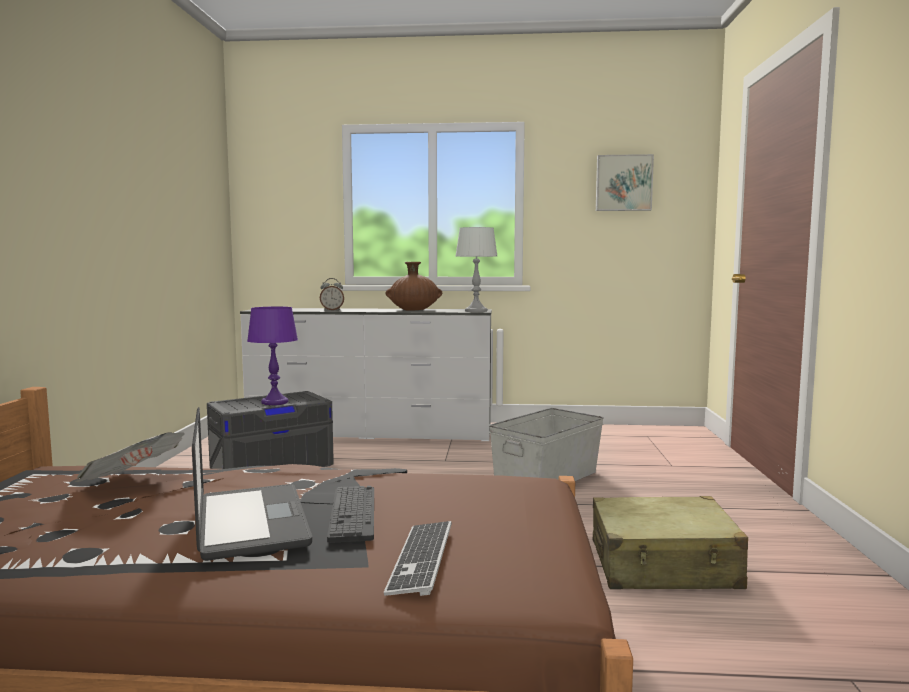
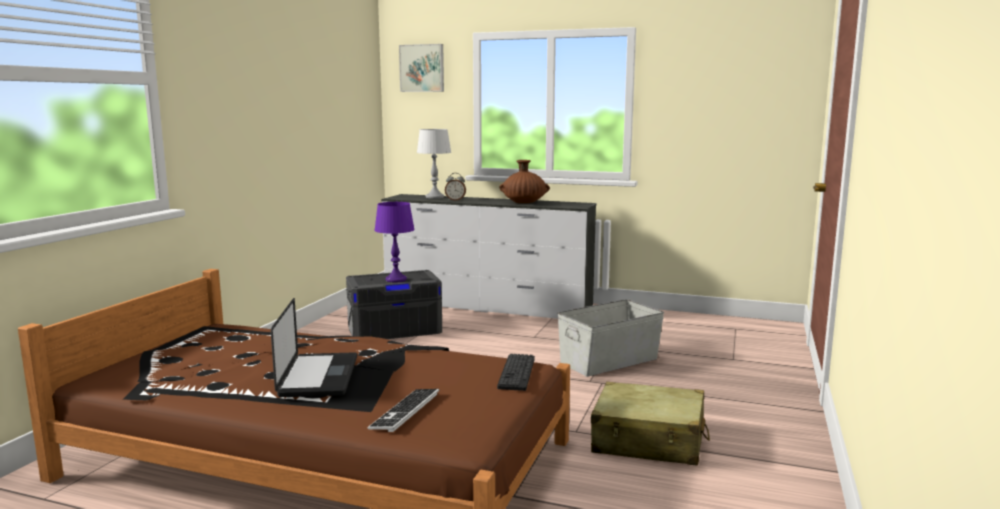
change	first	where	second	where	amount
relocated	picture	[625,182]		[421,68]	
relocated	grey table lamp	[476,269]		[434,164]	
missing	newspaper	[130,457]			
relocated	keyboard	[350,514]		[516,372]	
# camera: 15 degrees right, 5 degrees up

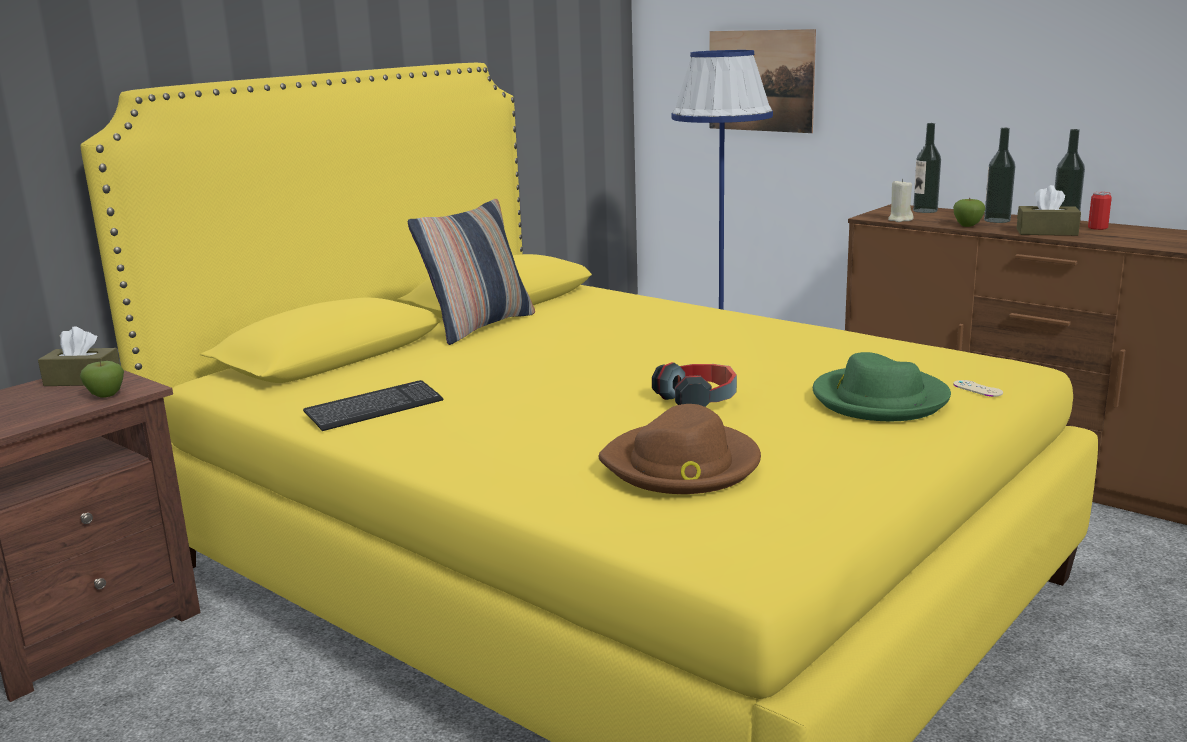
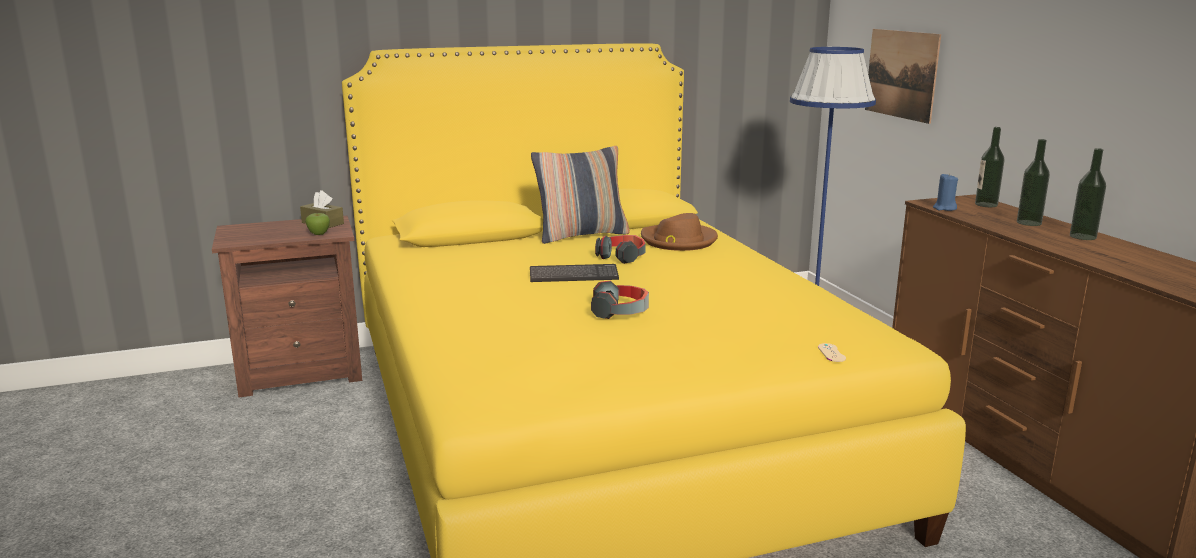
change	first	where	second	where	amount
colour	beige candle	[900,200]	blue candle	[945,192]	
missing	brown tissue box	[1049,210]			
missing	can	[1100,211]			
missing	apple	[969,212]			
missing	green hat	[882,386]			
relocated	keyboard	[373,405]		[574,273]	
relocated	brown hat	[679,449]		[679,232]	
appeared			headphones	[620,249]	
# camera: 30 degrees right, 0 degrees up

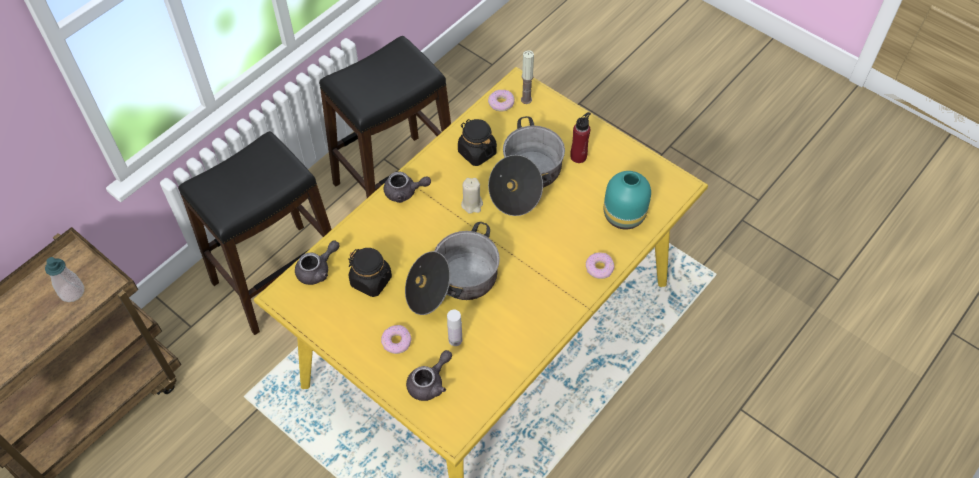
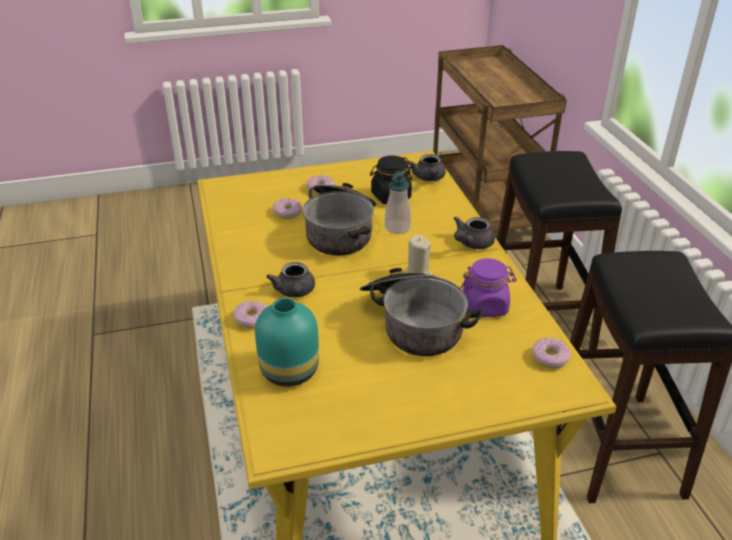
change	first	where	second	where	amount
missing	candle	[527,77]			
missing	red bottle	[580,137]			
colour	black jar	[477,142]	purple jar	[489,287]	
relocated	soap dispenser	[64,279]		[398,203]	
exchanged	white bottle	[454,328]	donut	[287,208]	
relocated	grey teapot	[429,375]		[291,279]	
# camera: 125 degrees right, 20 degrees down

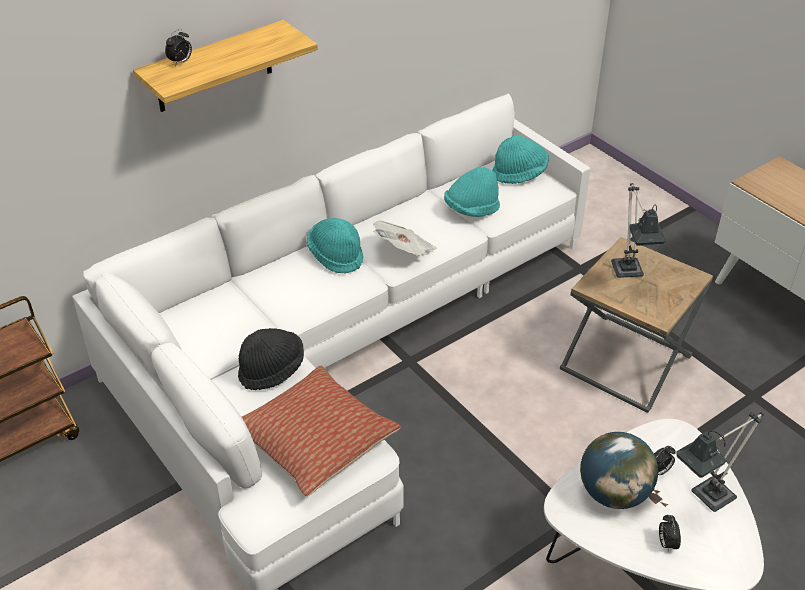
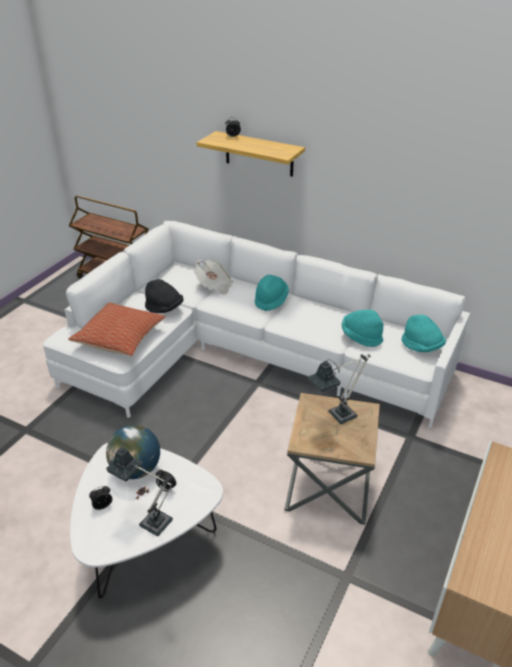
change	first	where	second	where	amount
relocated	newspaper	[405,238]		[213,277]	
# camera: 65 degrees right, 5 degrees down

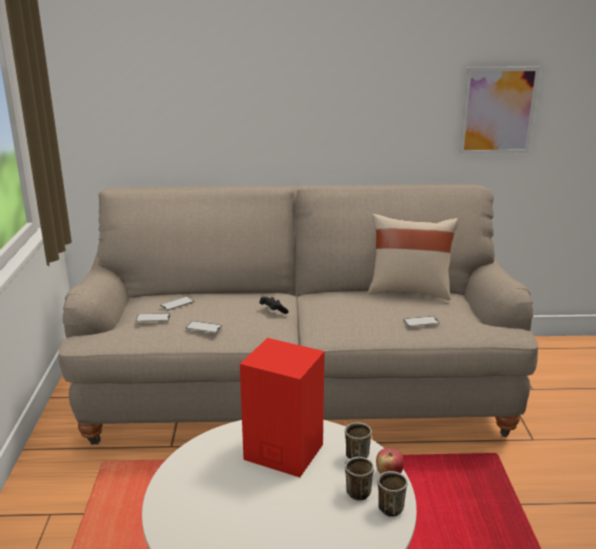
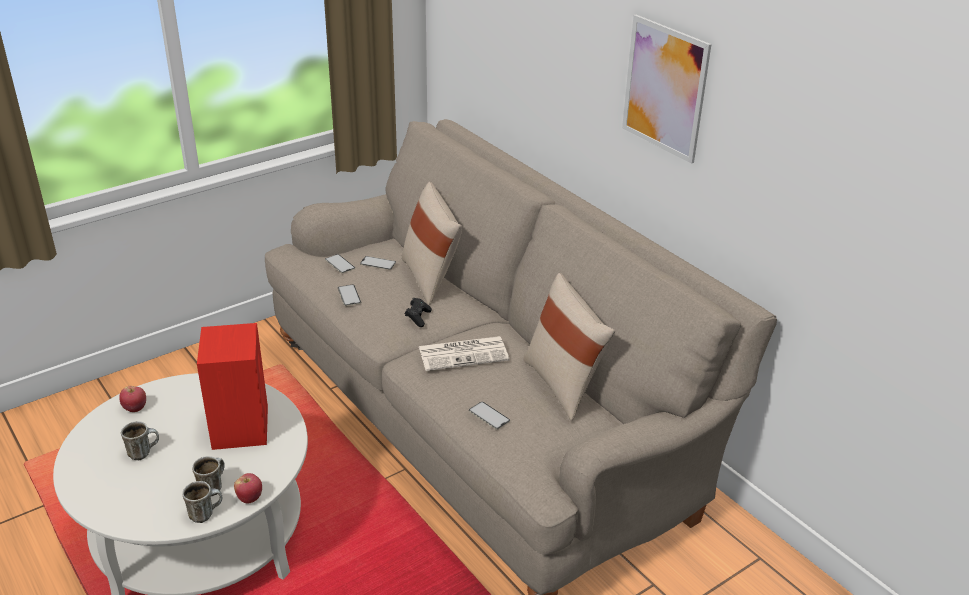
change	first	where	second	where	amount
relocated	picture	[499,110]		[666,89]	
relocated	mug	[358,440]		[140,440]	
appeared			beige pillow	[432,244]	
appeared			newspaper	[464,353]	
appeared			apple	[132,399]	
# camera: 55 degrees right, 10 degrees up

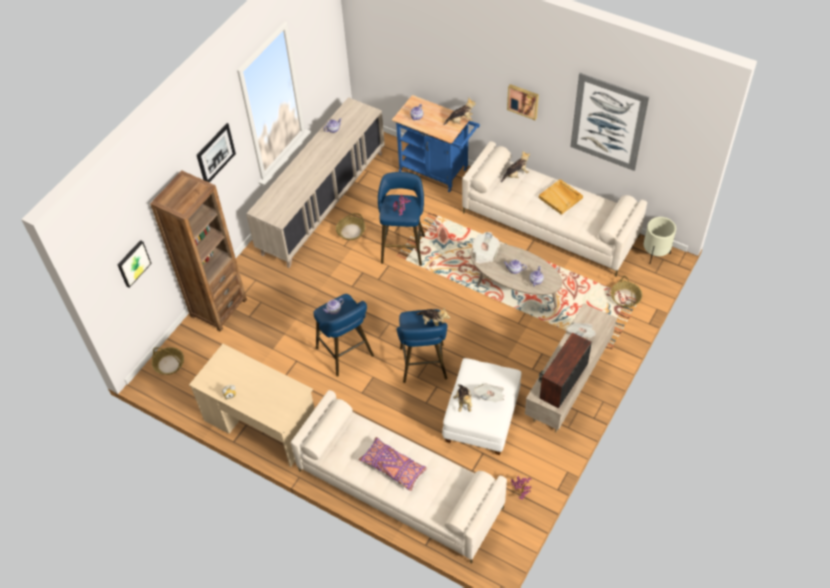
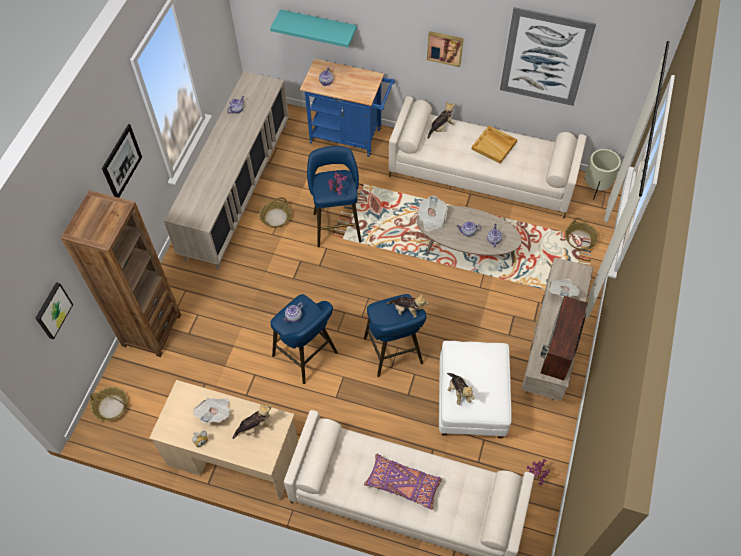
change	first	where	second	where	amount
relocated	plush toy	[459,111]		[252,421]	
relocated	newspaper	[489,392]		[212,410]	
appeared			turquoise shelf	[313,28]	
# camera: 15 degrees left, 5 degrees up

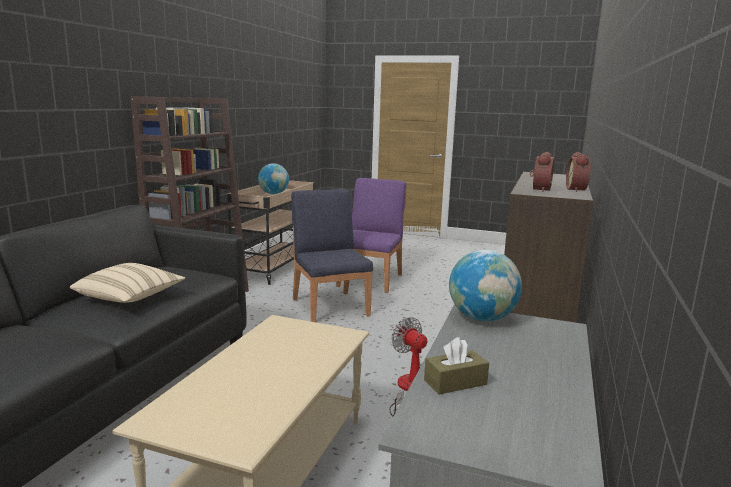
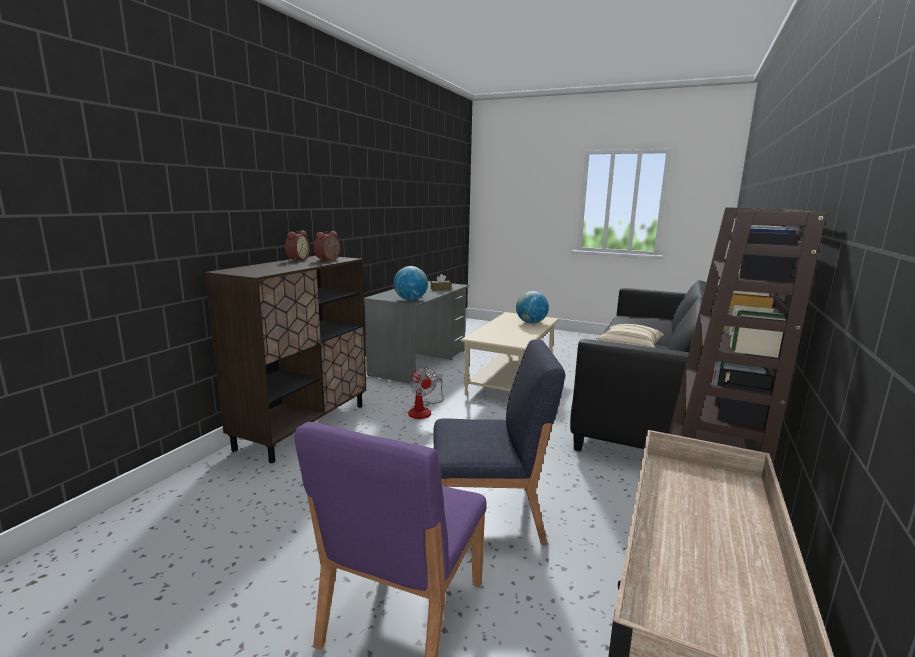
change	first	where	second	where	amount
relocated	globe	[273,178]		[532,307]	
spun	blue chair	[332,255]		[499,441]	75 degrees counterclockwise
# camera: 175 degrees left, 0 degrees up

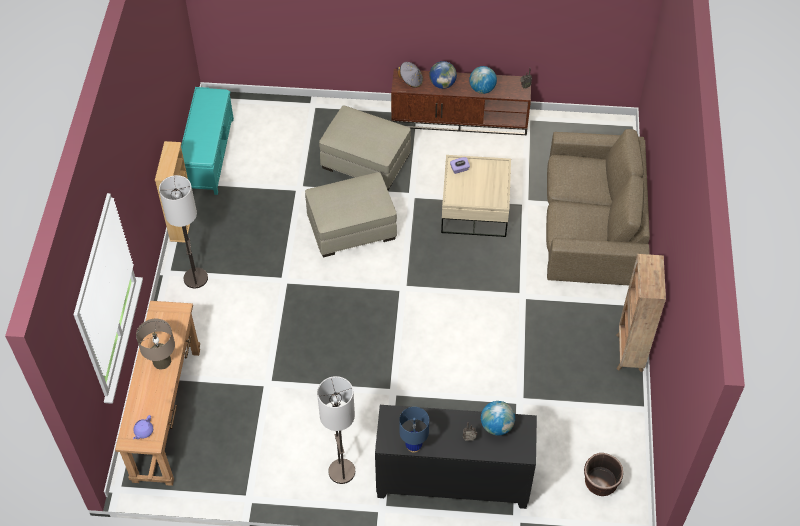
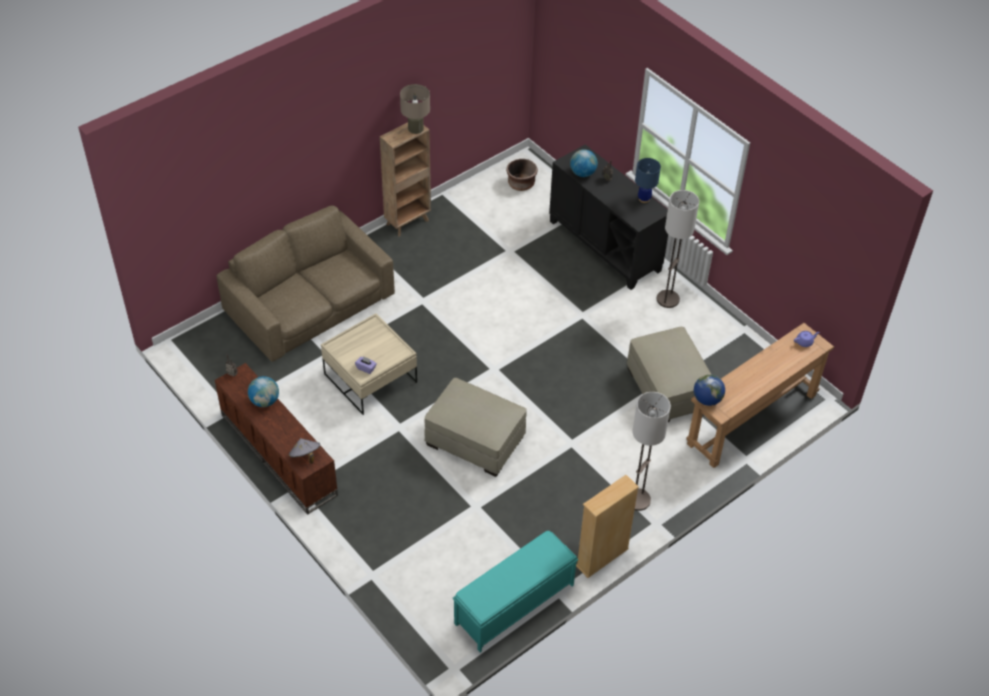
change	first	where	second	where	amount
relocated	globe	[443,75]		[709,390]	
relocated	beige ottoman	[365,148]		[669,374]	
relocated	beige table lamp	[155,344]		[415,109]	
# camera: 135 degrees left, 5 degrees down

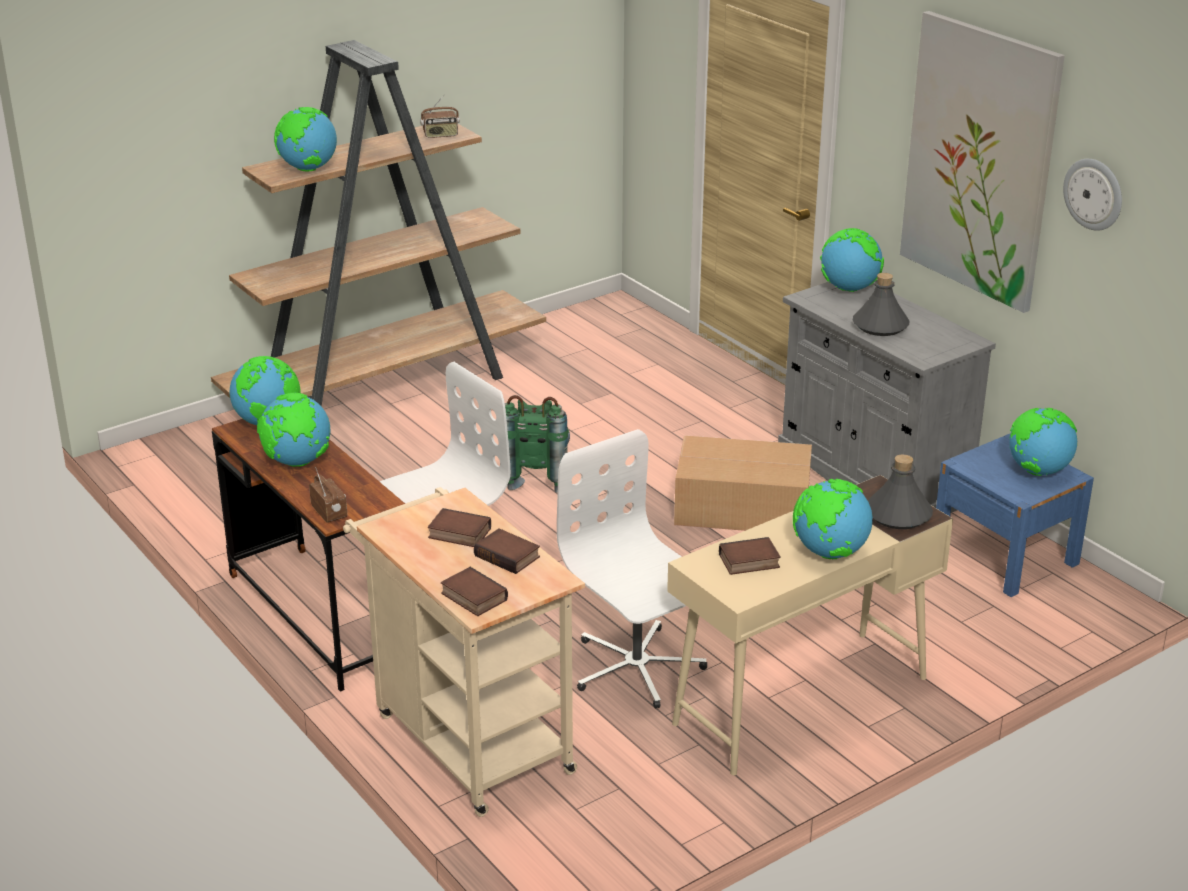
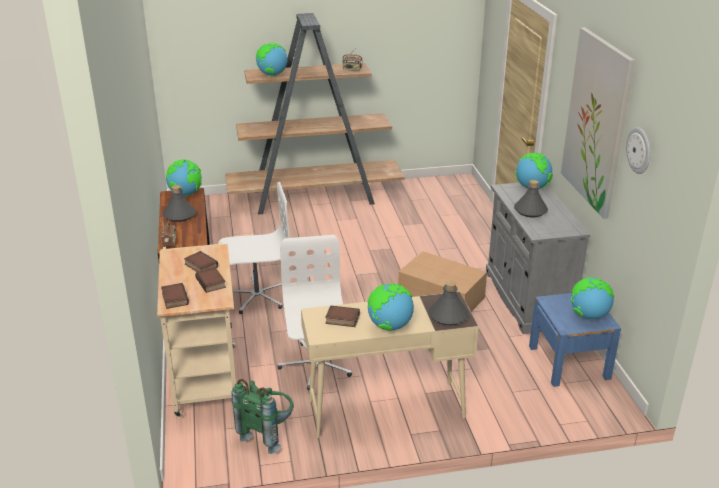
change	first	where	second	where	amount
exchanged	globe	[293,430]	grey bottle	[179,203]	
relocated	green backpack	[537,443]		[262,416]	
# camera: 25 degrees right, 0 degrees up

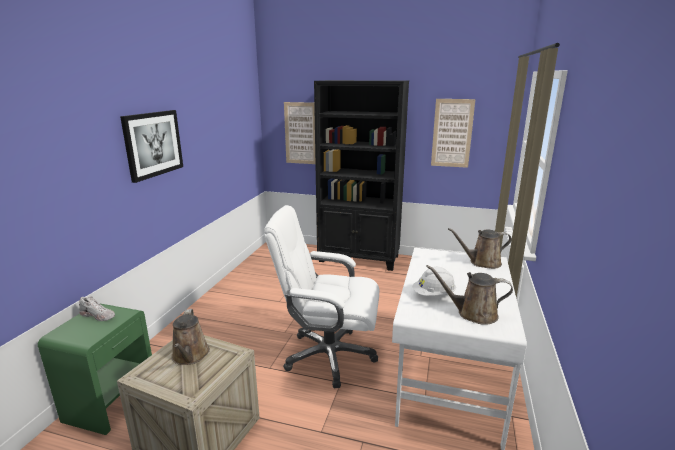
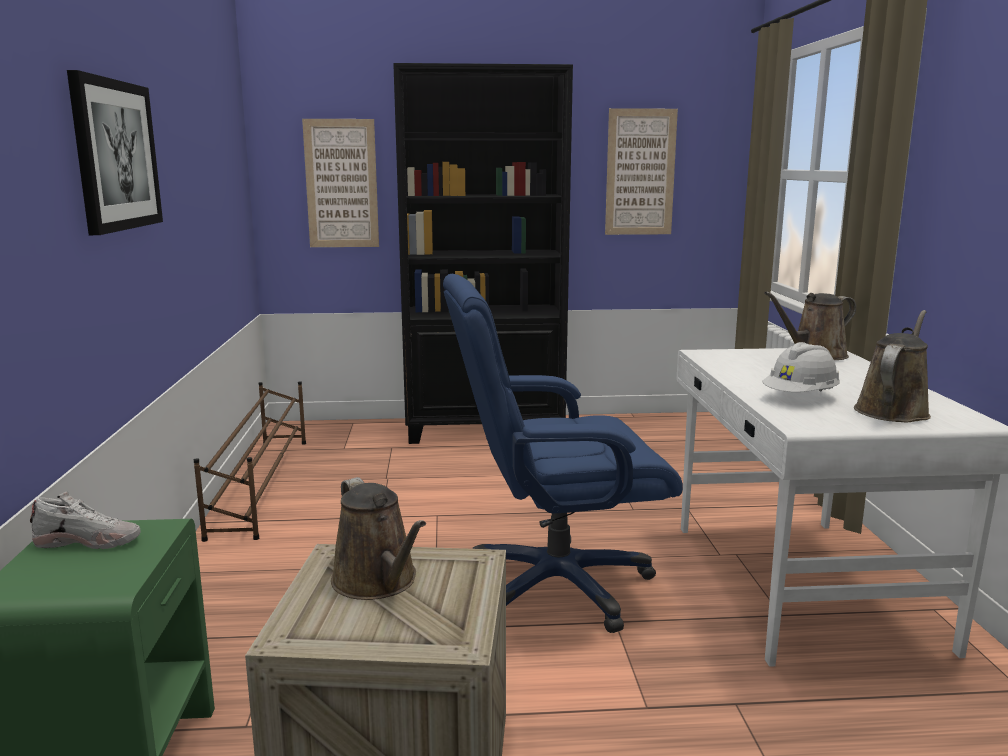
change	first	where	second	where	amount
colour	white office chair	[321,296]	blue office chair	[563,453]	
spun	brown watering can	[469,295]		[892,366]	135 degrees clockwise
appeared			brown shoe rack	[250,461]	
# camera: 20 degrees left, 5 degrees down

